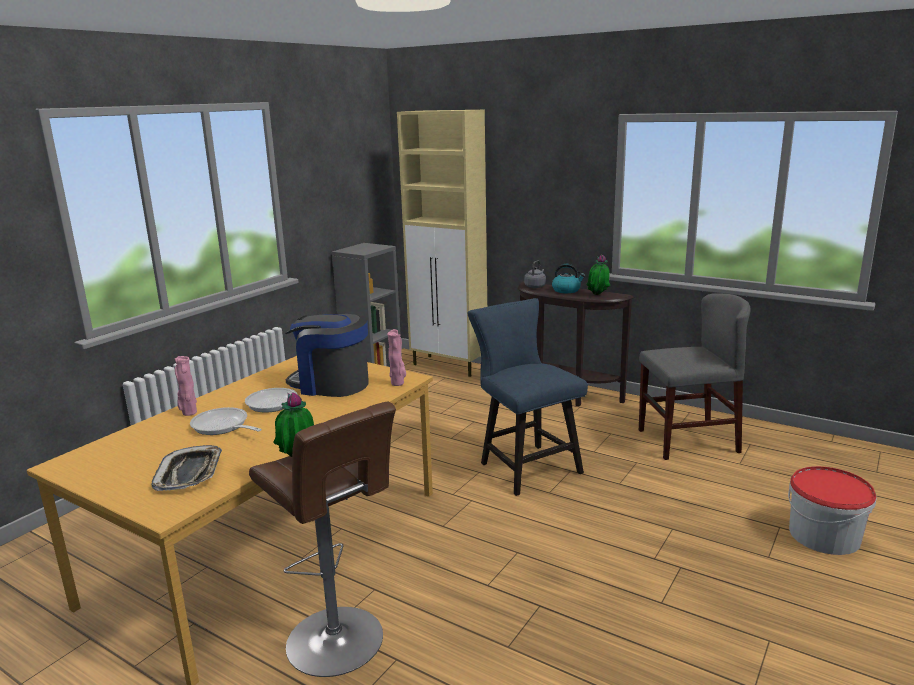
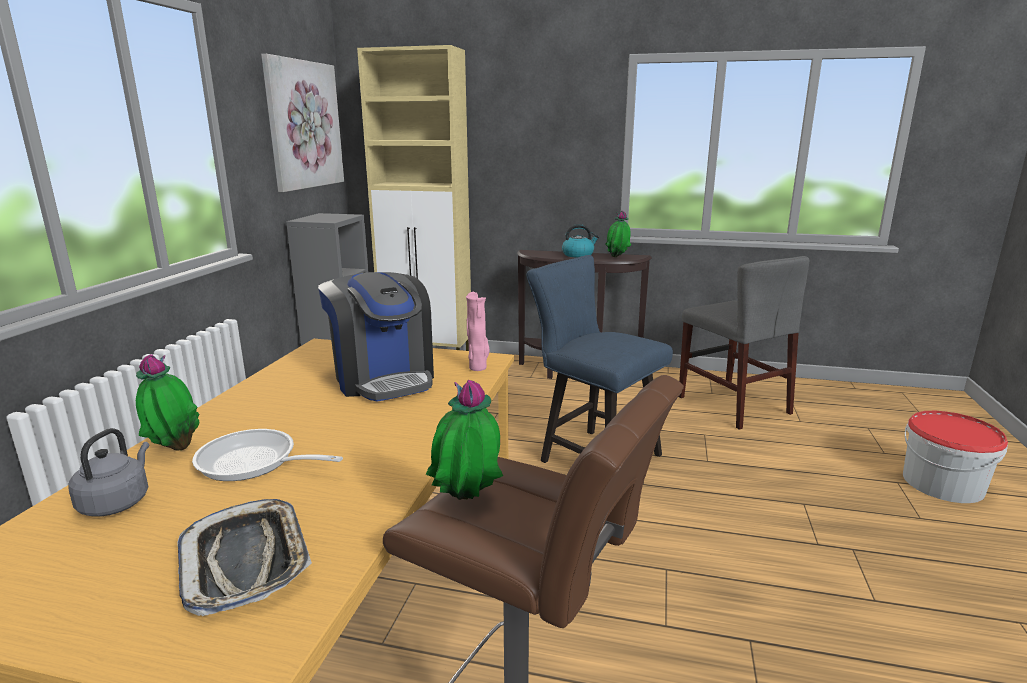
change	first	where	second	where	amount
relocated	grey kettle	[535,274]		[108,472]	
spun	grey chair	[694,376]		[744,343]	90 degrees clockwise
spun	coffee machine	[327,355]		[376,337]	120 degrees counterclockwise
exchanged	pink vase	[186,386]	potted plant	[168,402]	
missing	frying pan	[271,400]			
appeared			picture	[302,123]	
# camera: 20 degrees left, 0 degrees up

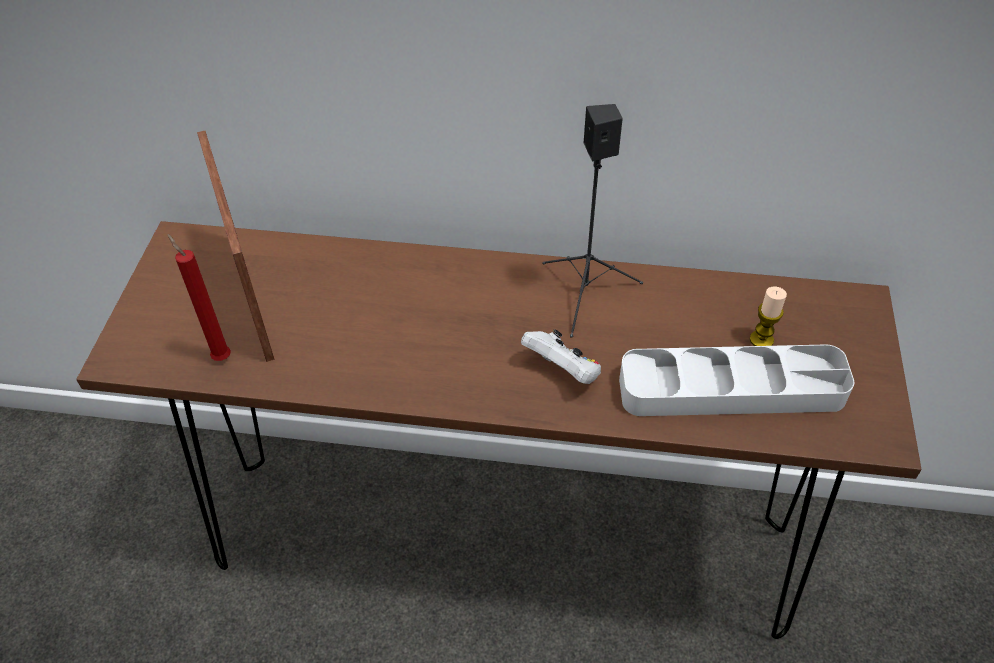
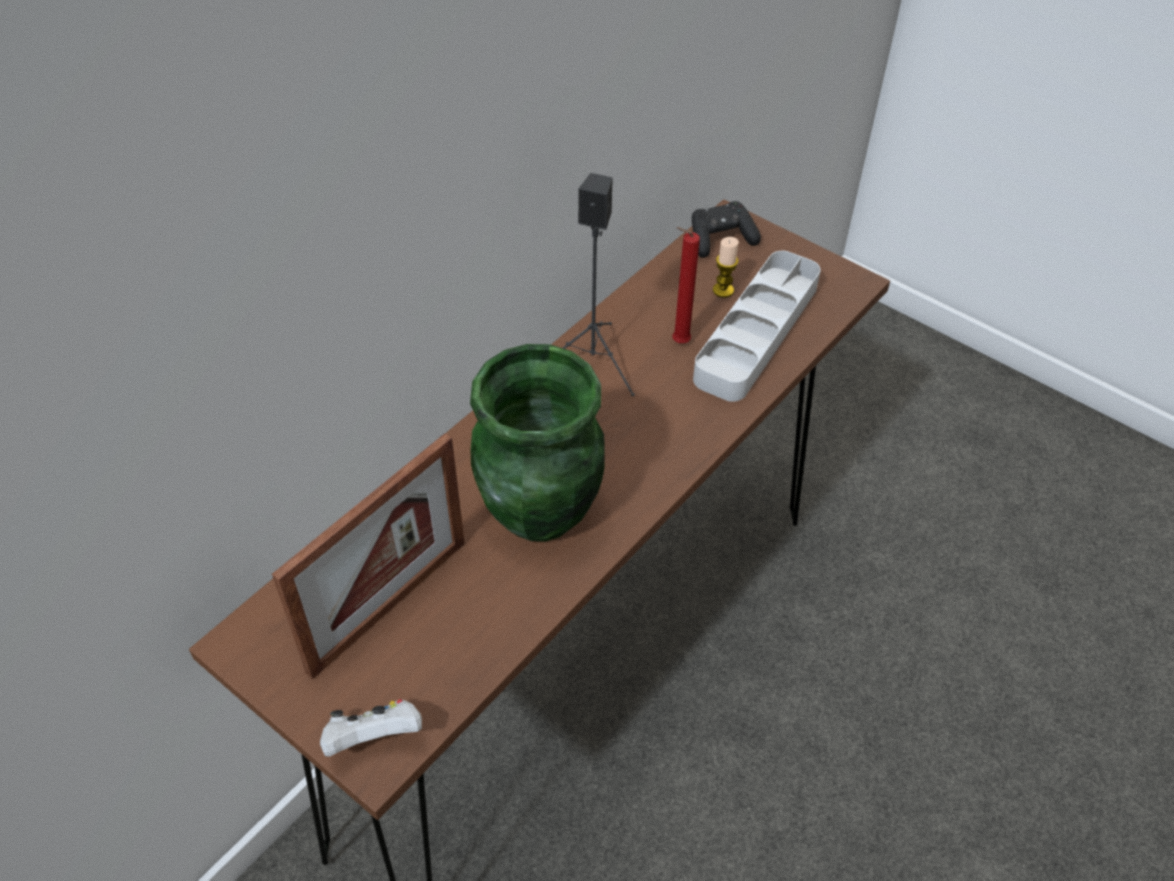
change	first	where	second	where	amount
spun	picture frame	[235,246]		[368,556]	60 degrees counterclockwise
relocated	red candle	[199,297]		[686,285]	
relocated	white game controller	[561,356]		[371,728]	
appeared			black game controller	[726,229]	
appeared			green vase	[537,443]	
# camera: 60 degrees left, 0 degrees up

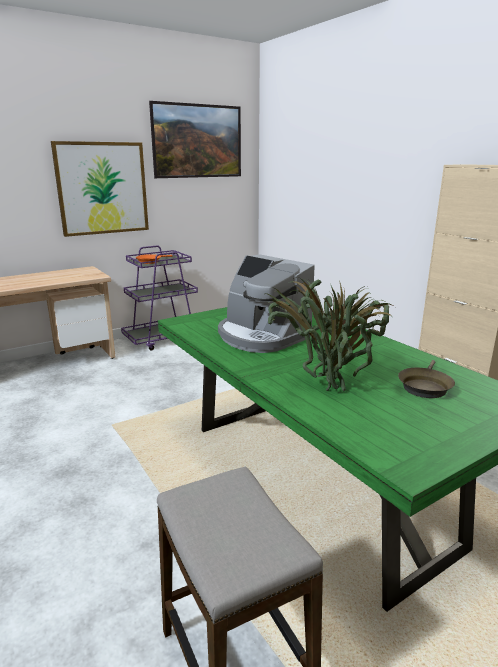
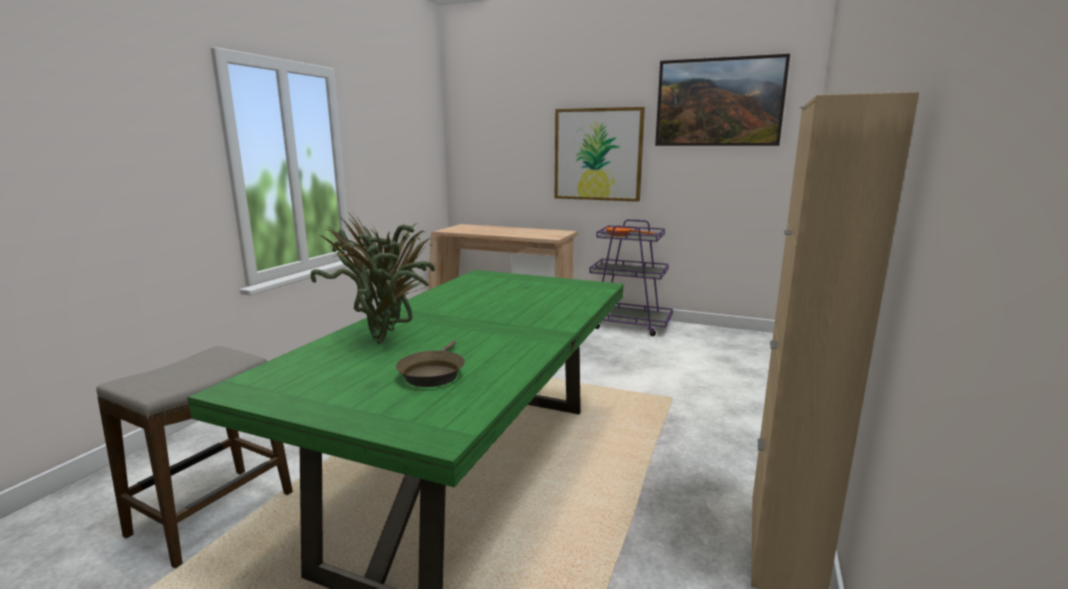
change	first	where	second	where	amount
missing	coffee machine	[266,303]			
spun	brown frying pan	[426,379]		[430,363]	75 degrees counterclockwise
# camera: 55 degrees right, 5 degrees down

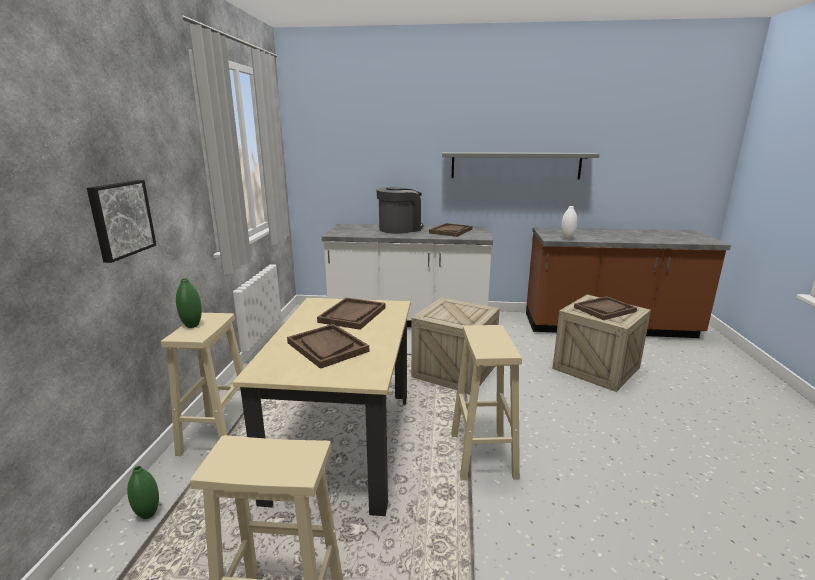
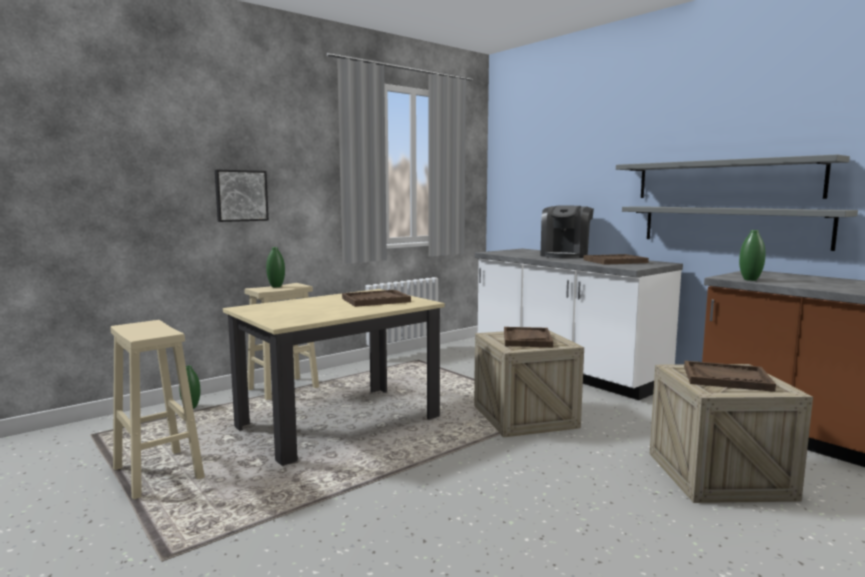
change	first	where	second	where	amount
spun	coffee machine	[399,210]		[567,232]	105 degrees clockwise
colour	white vase	[569,223]	green vase	[752,255]	
relocated	brown tray	[328,346]		[528,337]	
missing	beige stool	[486,402]			
appeared			grey shelf	[740,228]	
# camera: 45 degrees right, 10 degrees down

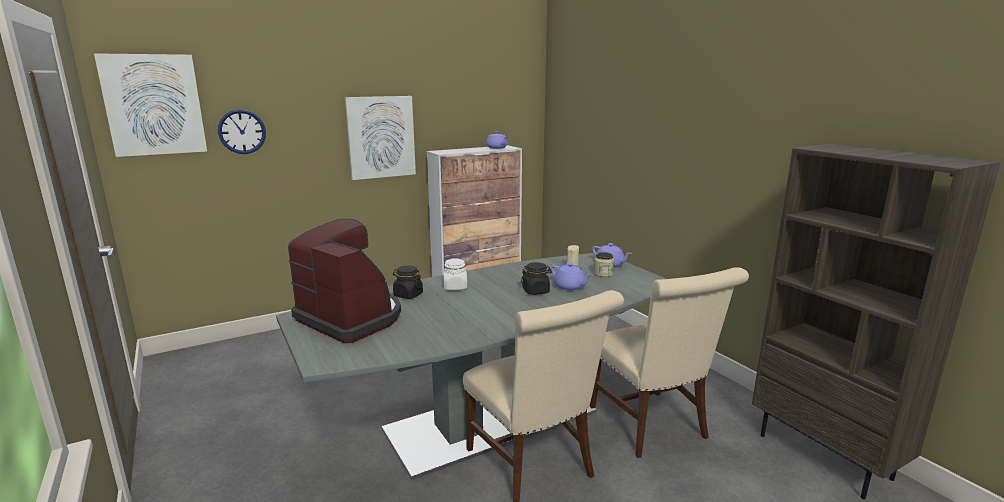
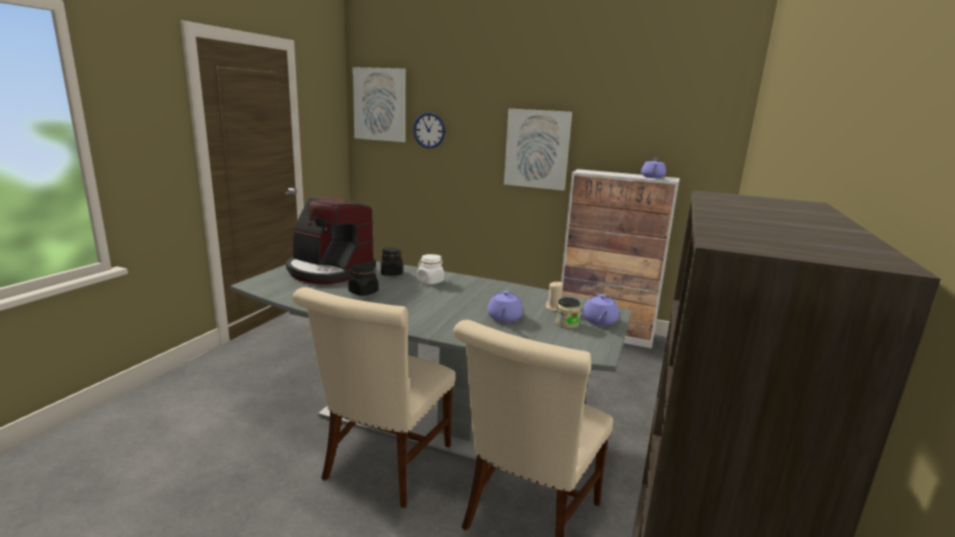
change	first	where	second	where	amount
spun	coffee machine	[344,281]		[331,240]	120 degrees clockwise
relocated	black jar	[536,278]		[363,279]	
# camera: 50 degrees right, 0 degrees up

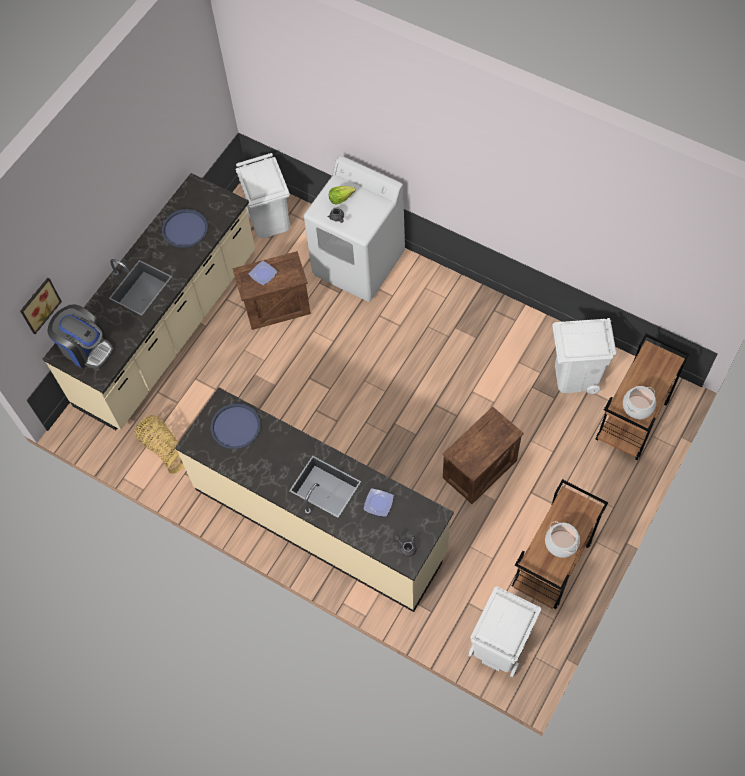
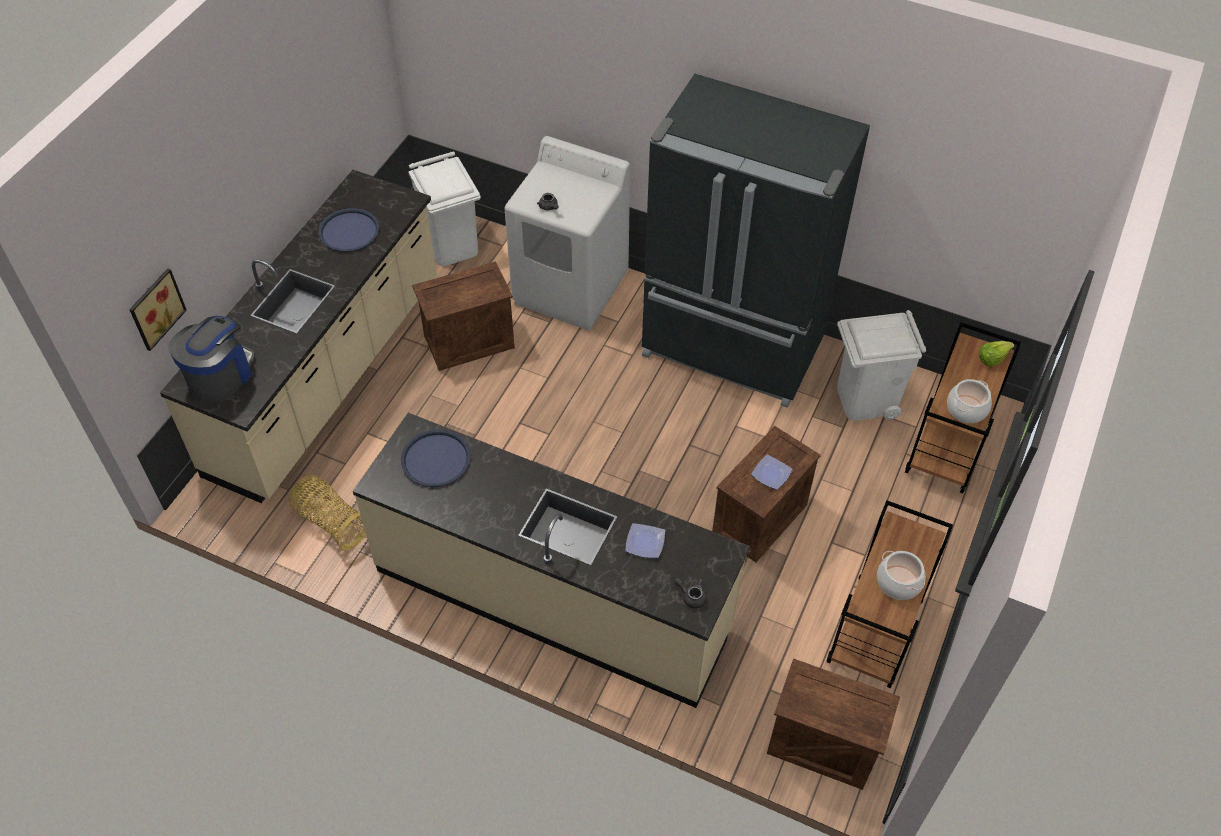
change	first	where	second	where	amount
relocated	lettuce	[342,195]		[996,354]	
relocated	plate	[263,273]		[772,472]	
spun	coffee machine	[80,336]		[211,359]	90 degrees counterclockwise
exchanged	white trash can	[504,632]	crate	[833,724]	
appeared			black fridge	[756,241]	
# camera: 10 degrees left, 10 degrees down

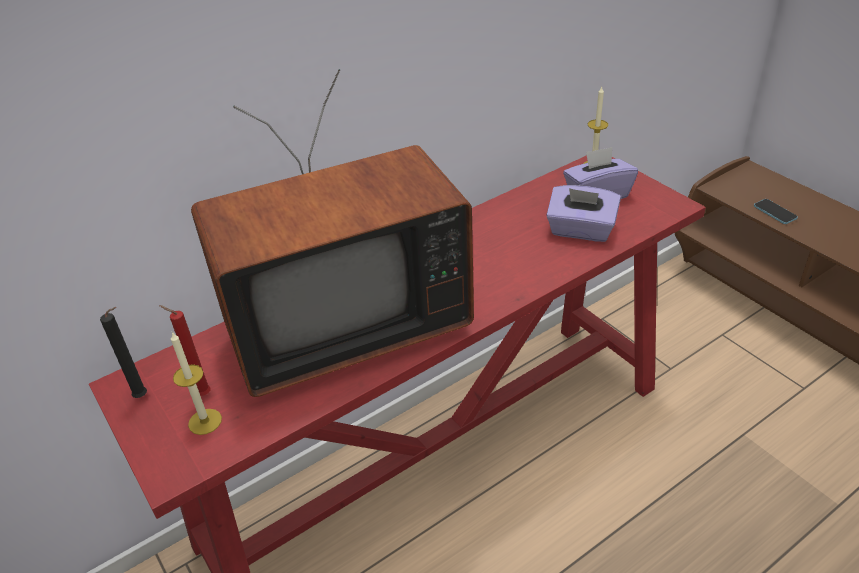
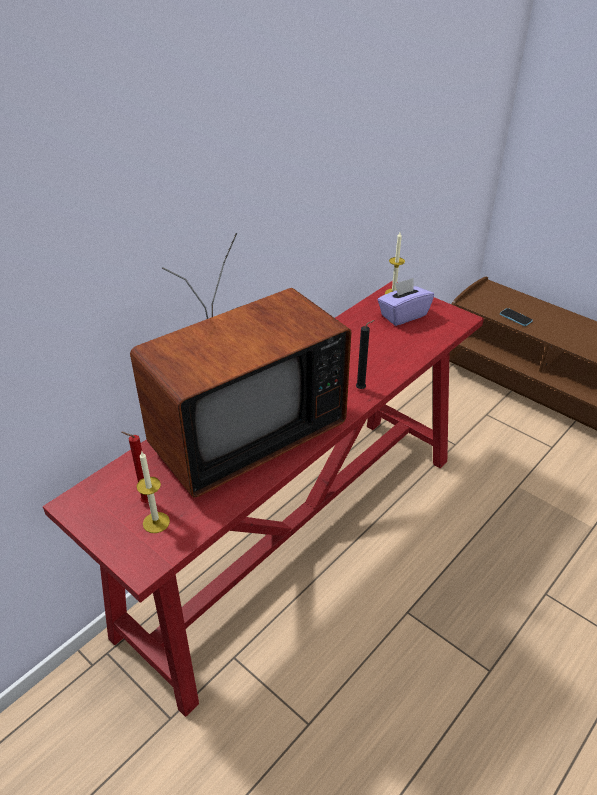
change	first	where	second	where	amount
missing	purple tissue box	[583,213]			
relocated	black candle	[123,352]		[365,354]	
# camera: 15 degrees left, 0 degrees up

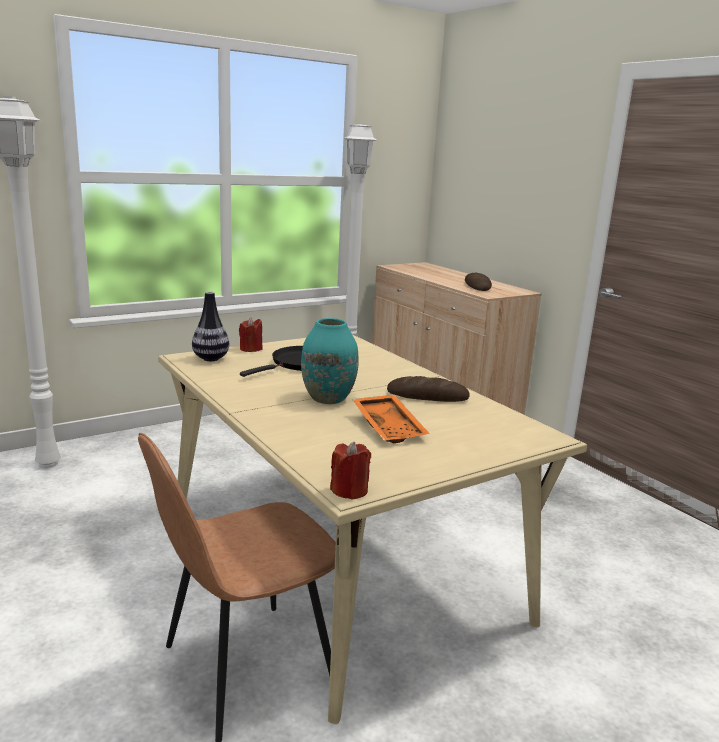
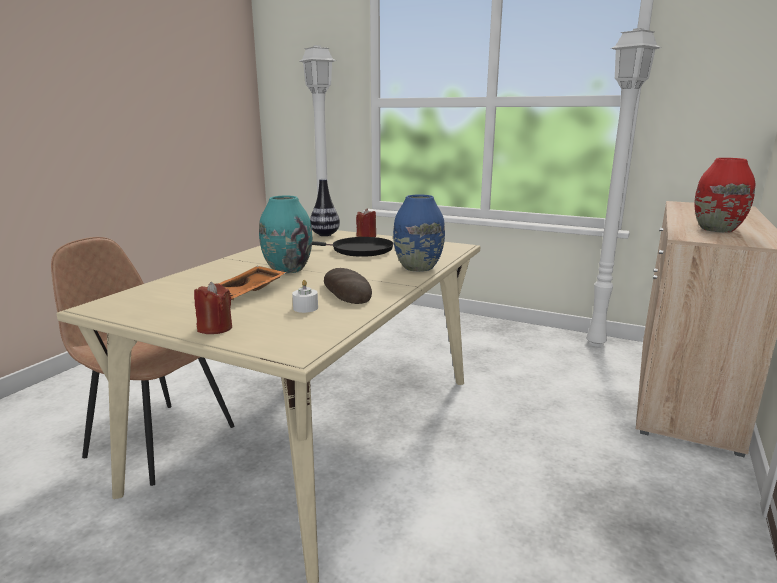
change	first	where	second	where	amount
exchanged	bread	[478,281]	red vase	[725,195]	
relocated	red candle	[350,471]		[213,308]	
appeared			blue vase	[419,233]	
appeared			white candle	[305,296]	
# camera: 60 degrees right, 0 degrees up

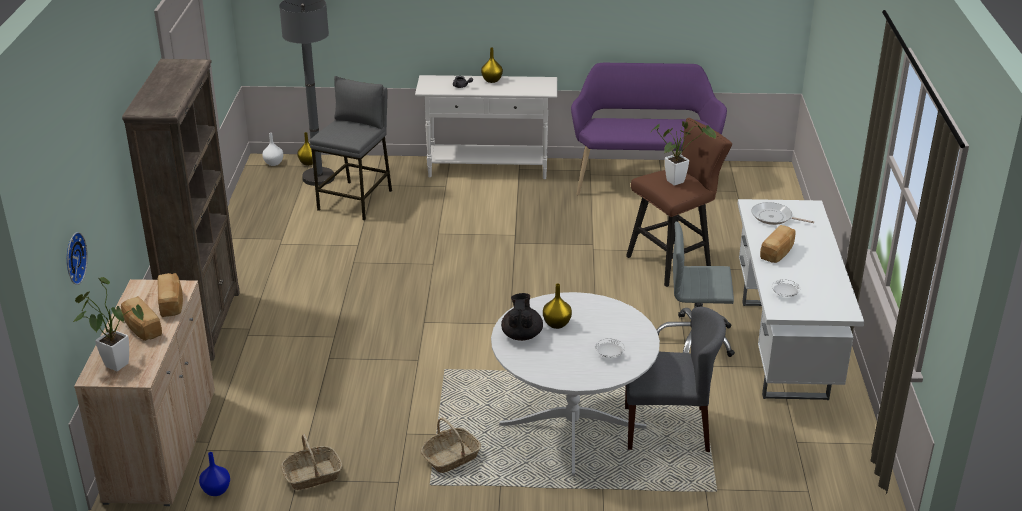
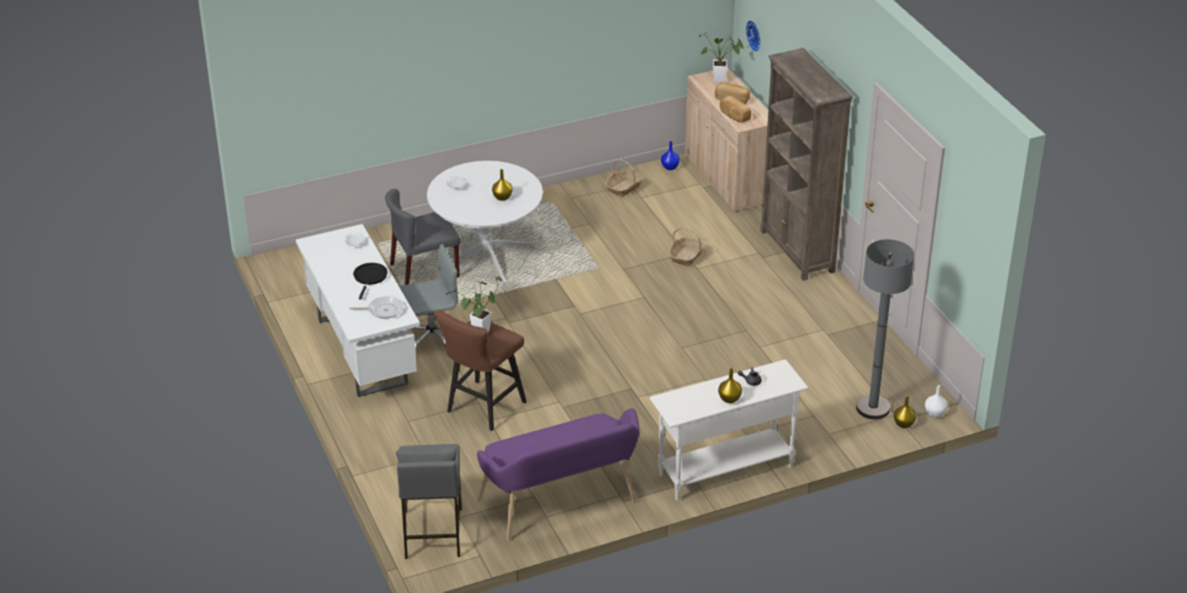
change	first	where	second	where	amount
relocated	grey stool	[351,148]		[429,501]	
exchanged	bread	[778,244]	black frying pan	[370,281]	
missing	black teapot	[522,317]			
relocated	basket	[451,445]		[687,246]	
# camera: 155 degrees right, 5 degrees up

